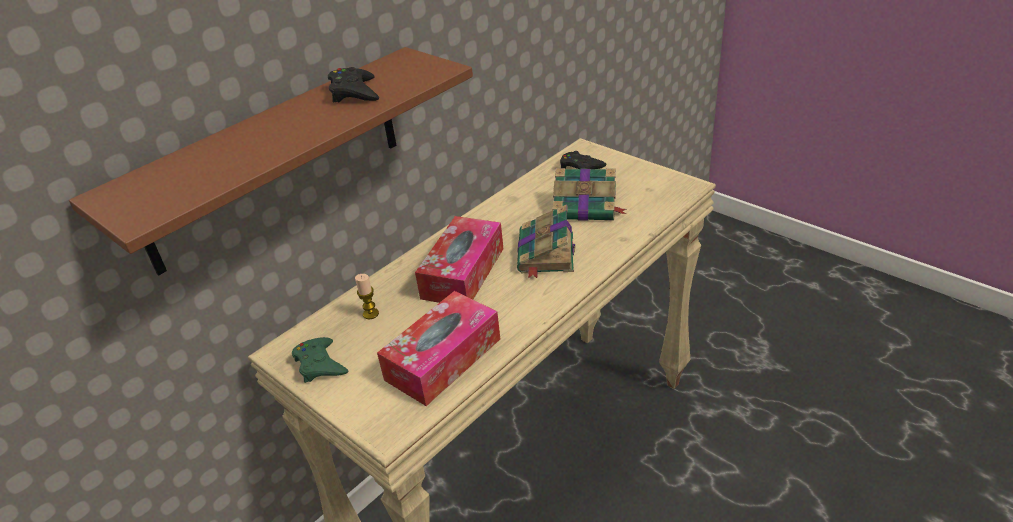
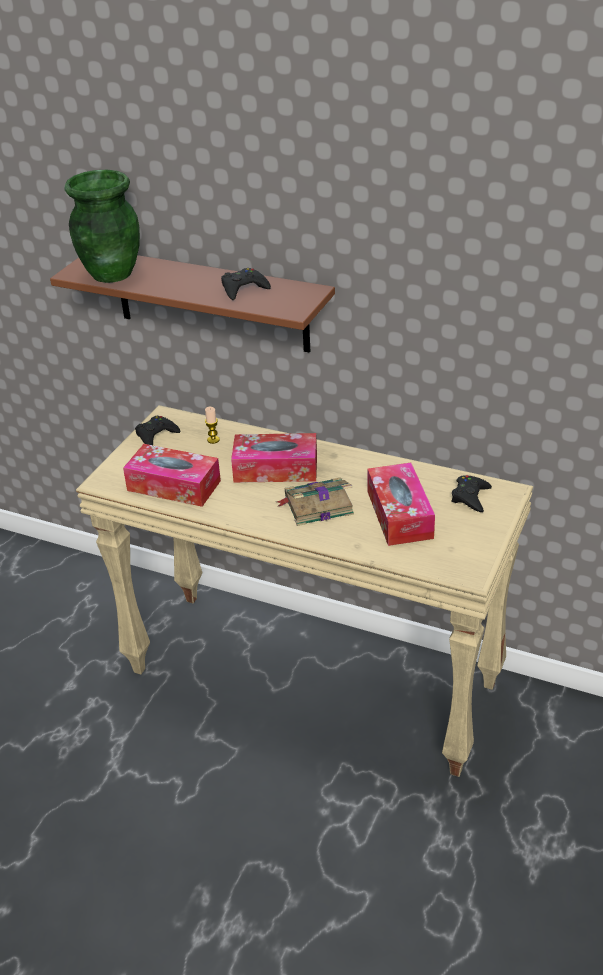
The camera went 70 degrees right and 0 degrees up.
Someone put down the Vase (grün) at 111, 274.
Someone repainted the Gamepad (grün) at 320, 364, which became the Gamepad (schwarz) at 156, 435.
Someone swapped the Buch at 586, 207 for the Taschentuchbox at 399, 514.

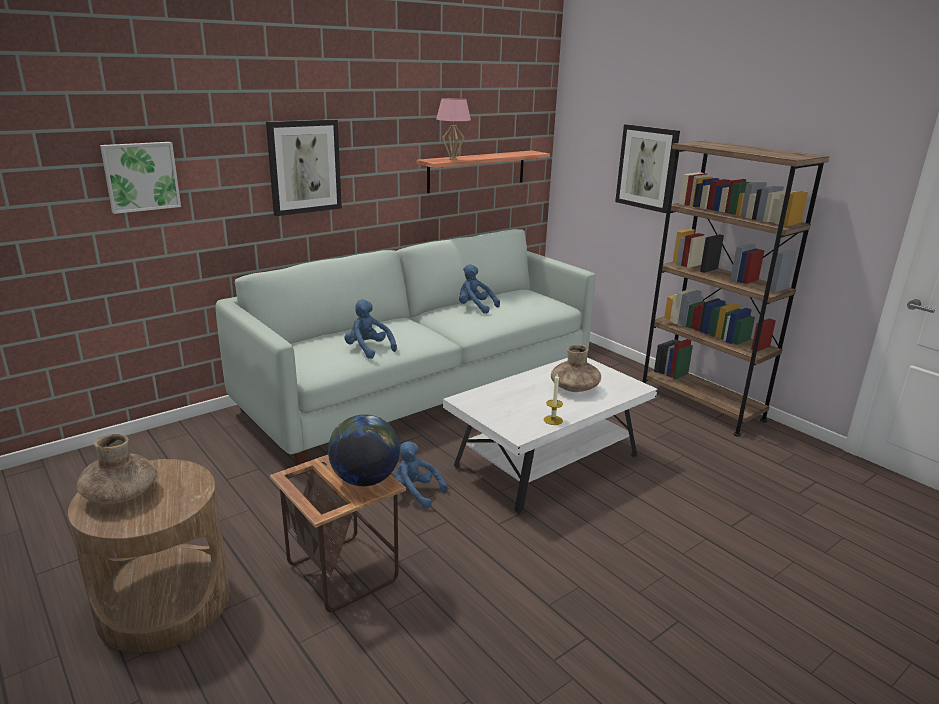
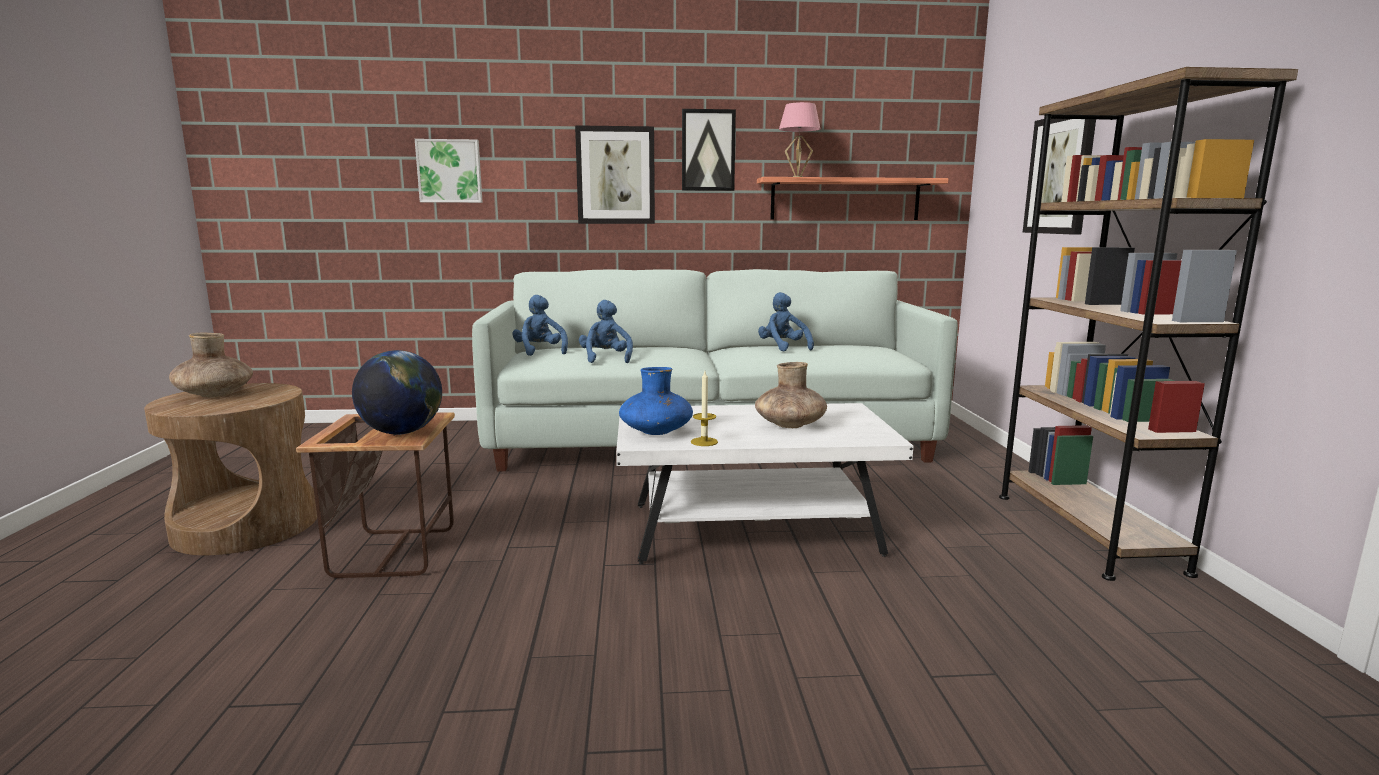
The camera went 35 degrees right and 10 degrees down.
Someone carried the Plüschtier (blau) from 415, 493 to 540, 352.
Someone put down the Vase (blau) at 655, 431.
Someone put up the Bild at 708, 150.

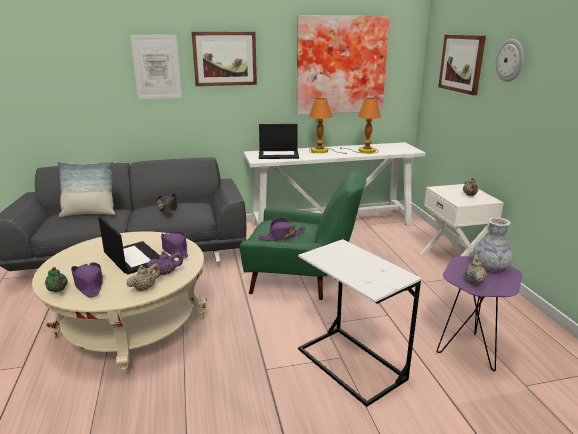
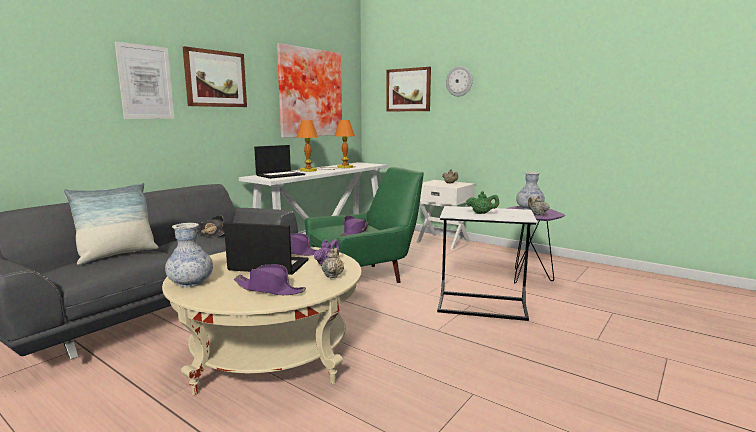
The camera went 40 degrees left and 10 degrees down.
Someone put down the Vase at 191, 283.
Someone carried the Teekanne (grün) from 58, 290 to 482, 213.

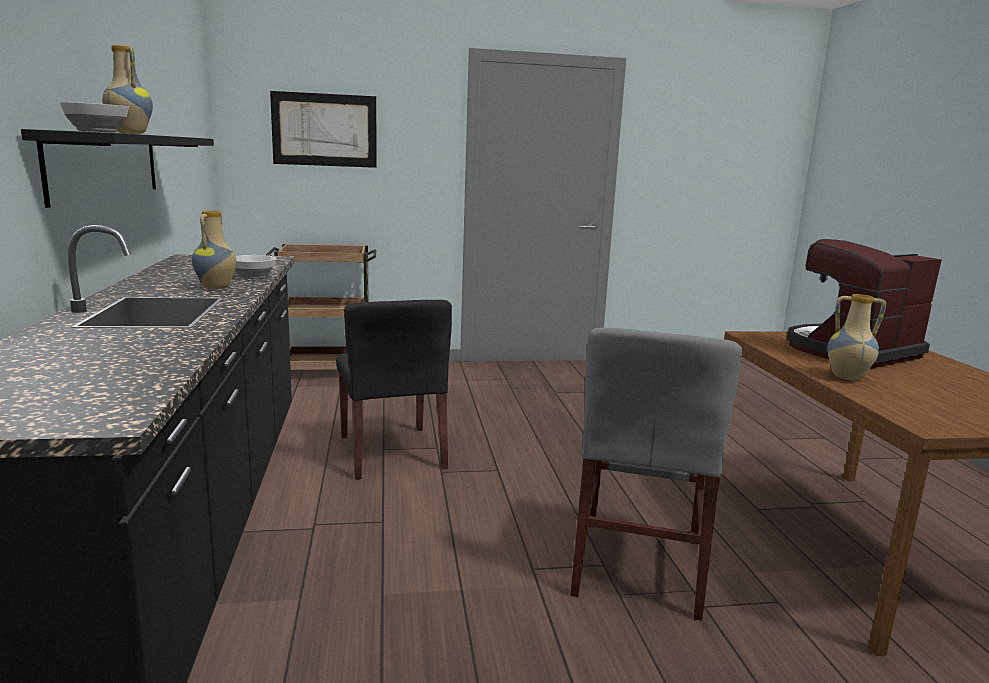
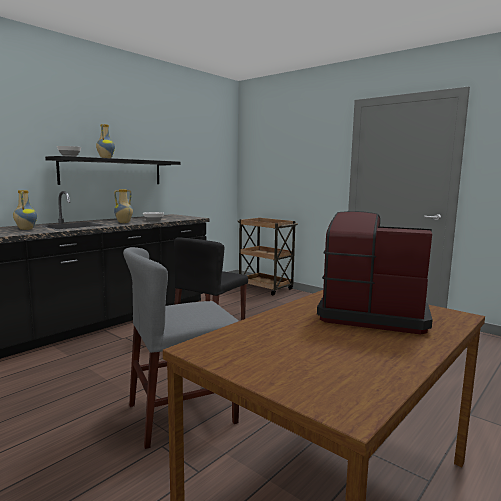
The camera went 50 degrees right and 5 degrees down.
Someone carried the Vase from 847, 378 to 25, 229.
Someone took away the Bild at 324, 130.

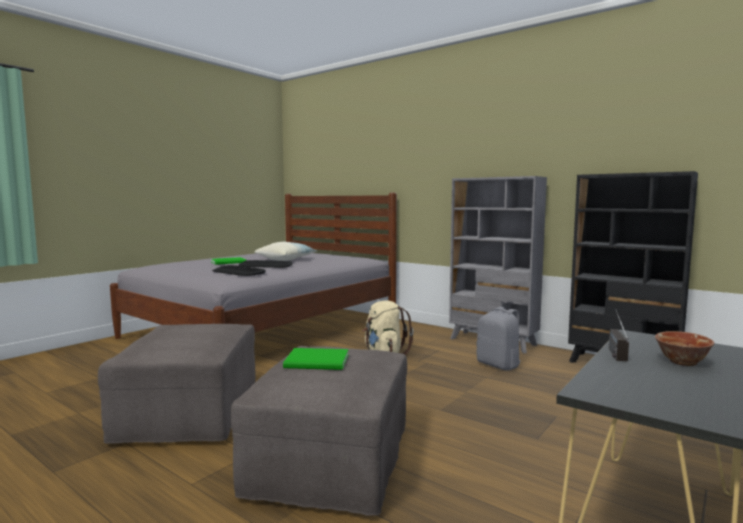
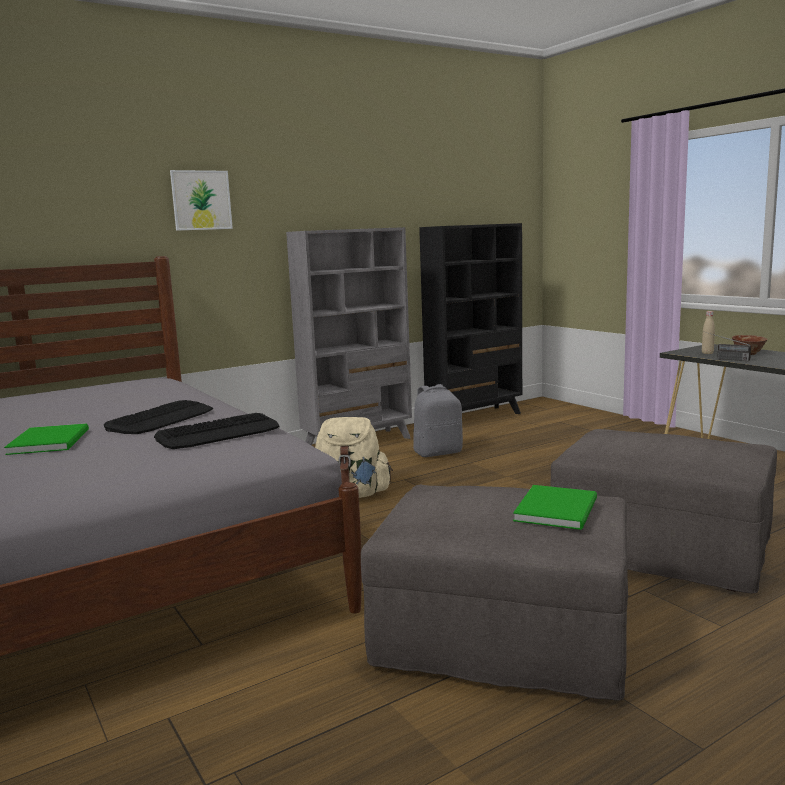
The camera went 70 degrees left and 5 degrees up.
Someone put up the Bild at 201, 200.
Someone carried the Buch (grün) from 318, 362 to 559, 509.
Someone put down the Flasche (beige) at 707, 353.
Someone took away the Kissen at 286, 259.

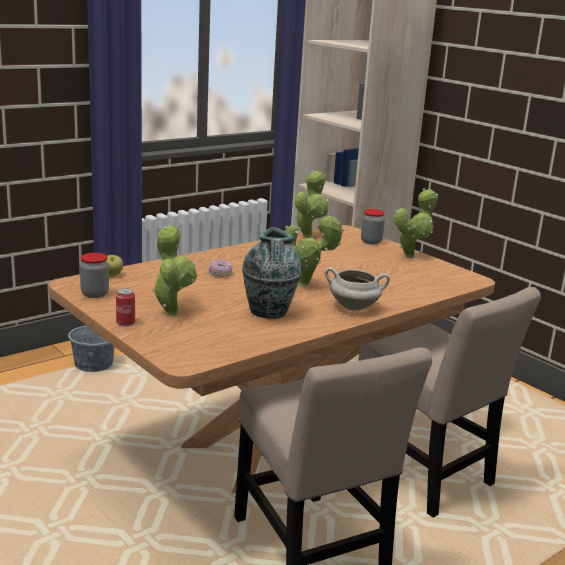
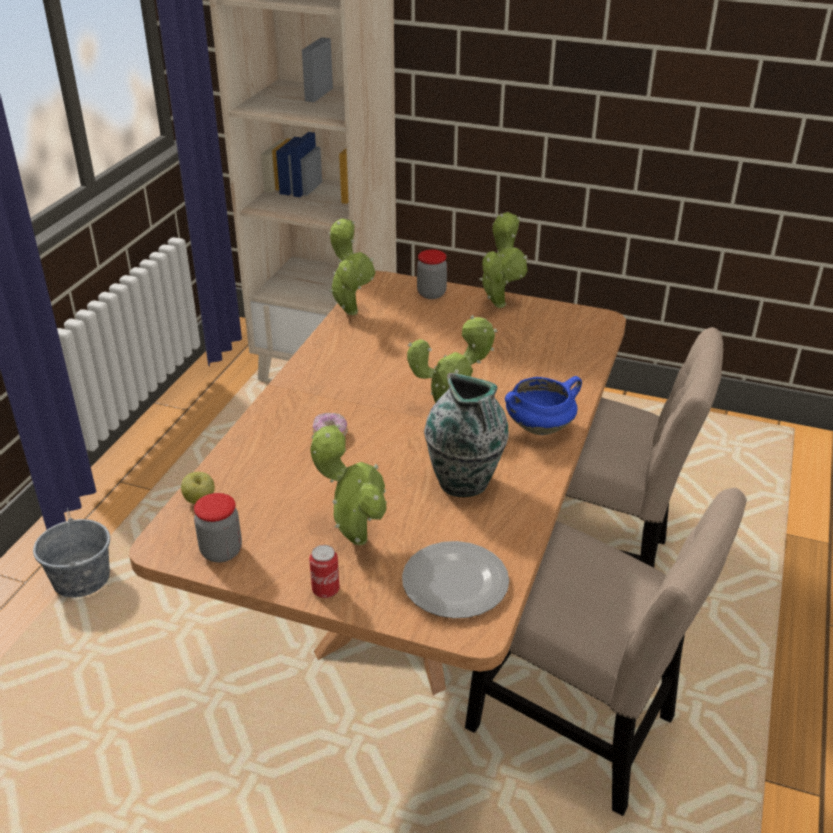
The camera went 30 degrees left and 15 degrees up.
Someone put down the Teller at 455, 581.
Someone repainted the Kochtopf (weiß) at 354, 307, which became the Kochtopf (blau) at 540, 427.

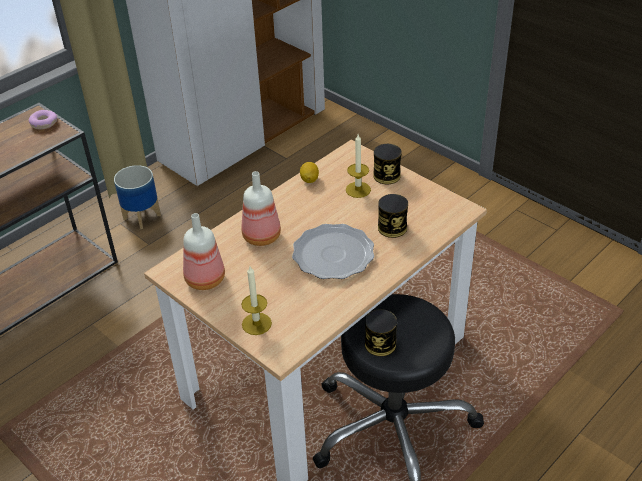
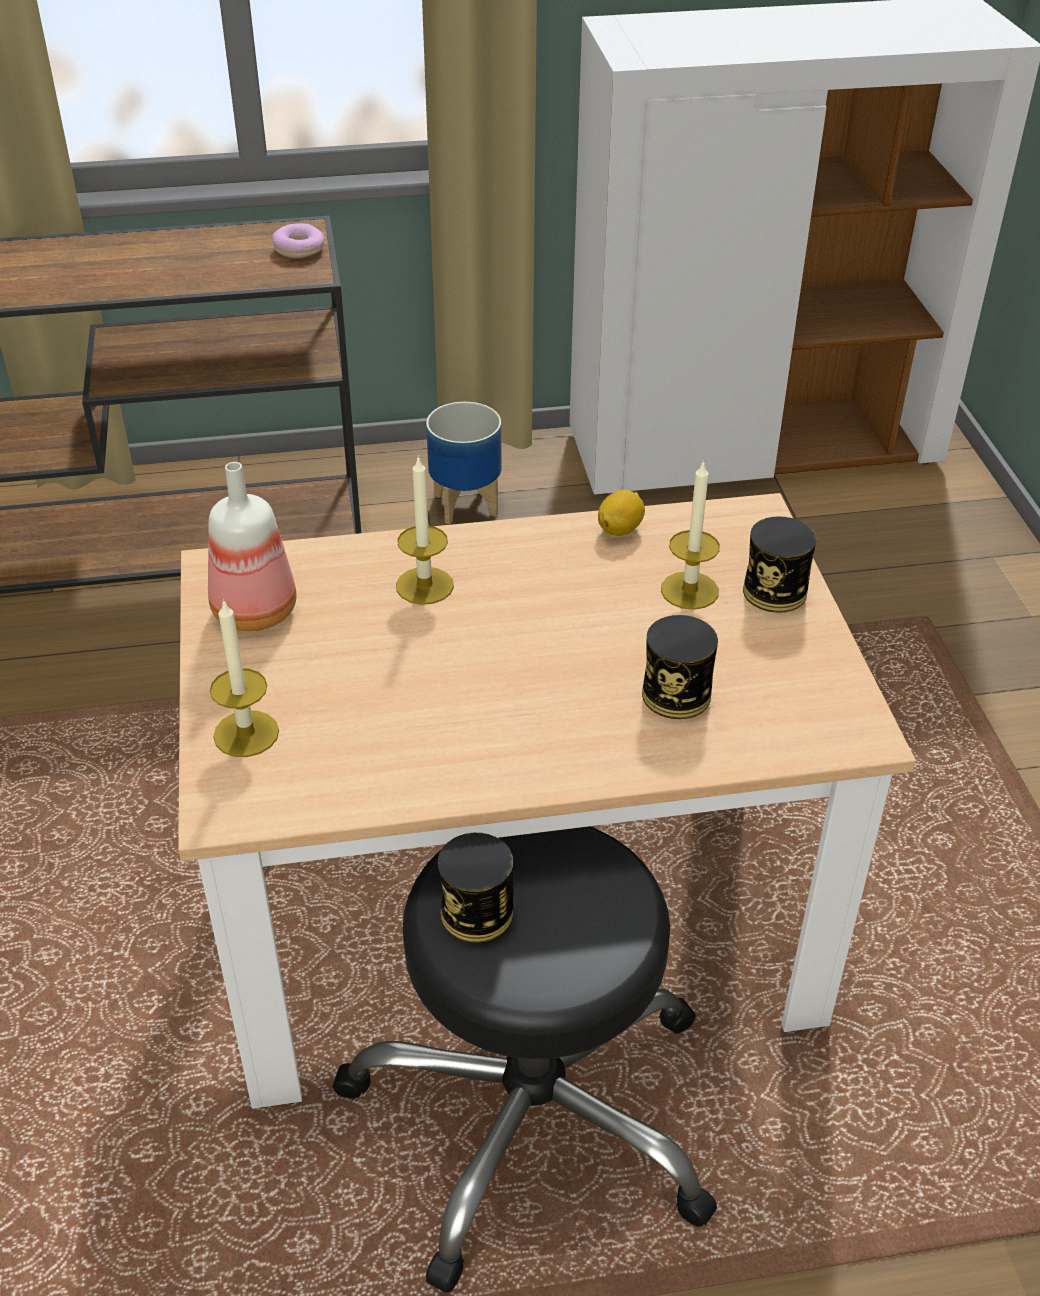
The camera went 35 degrees right and 0 degrees up.
Someone swapped the Flasche at 260, 236 for the Kerze at 424, 585.
Someone took away the Teller at 333, 254.

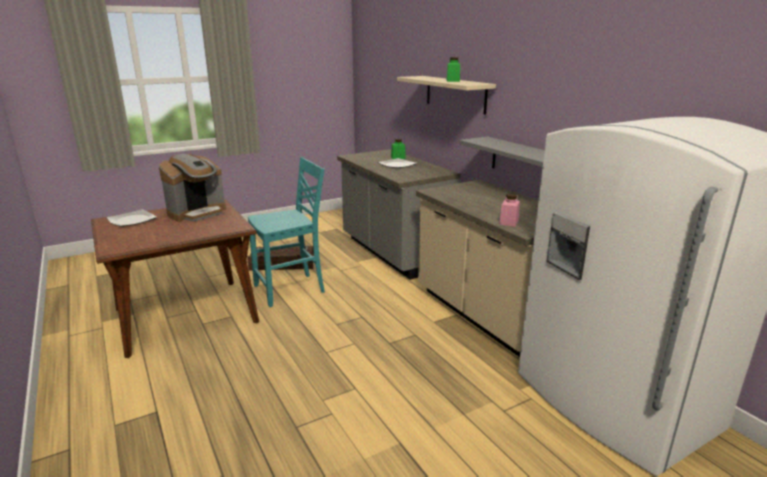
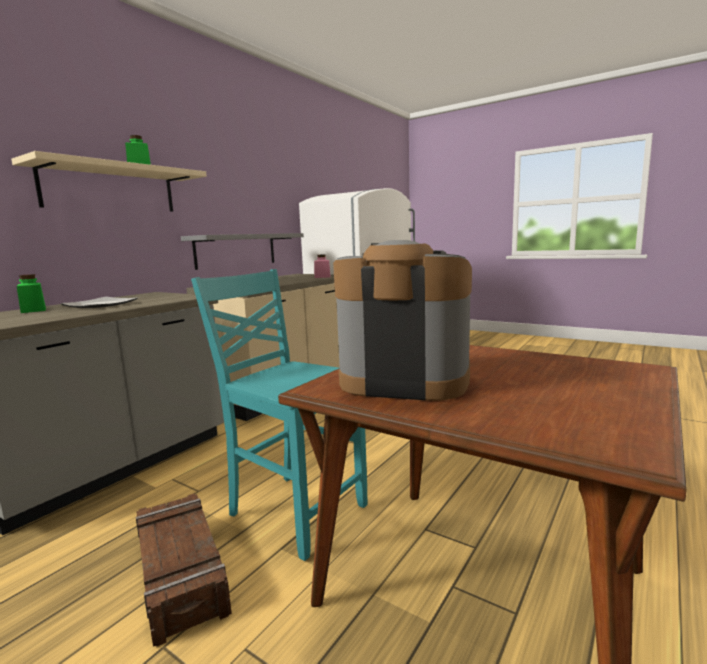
The camera went 115 degrees left and 10 degrees down.
Someone took away the Teller at 132, 220.

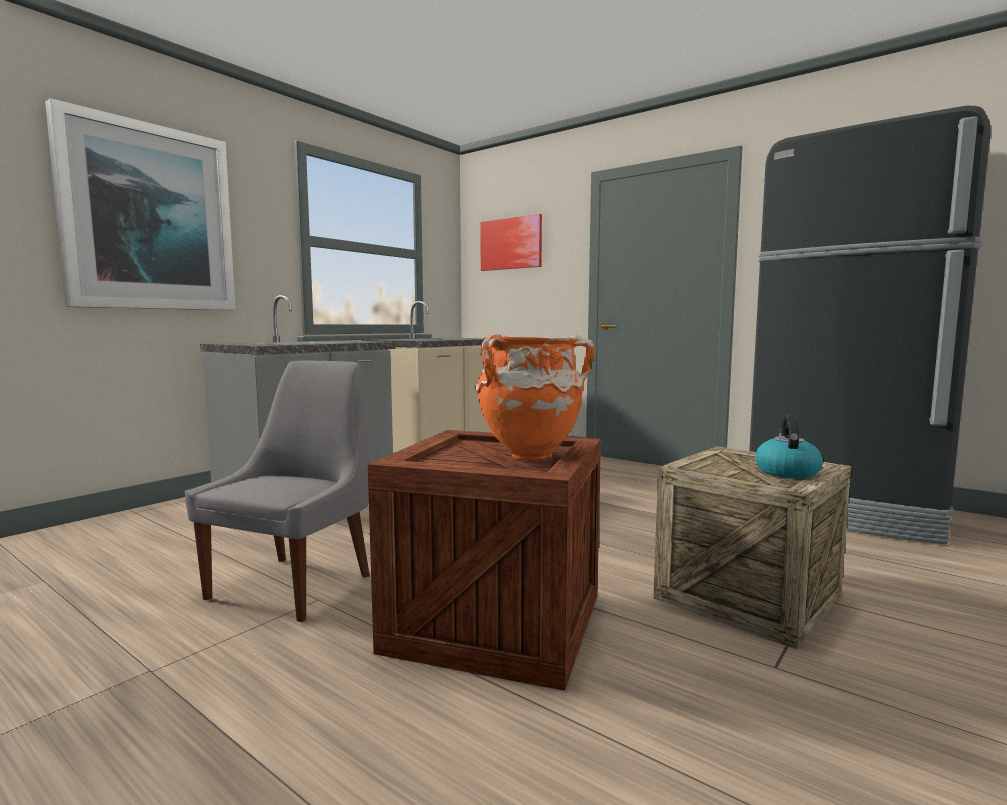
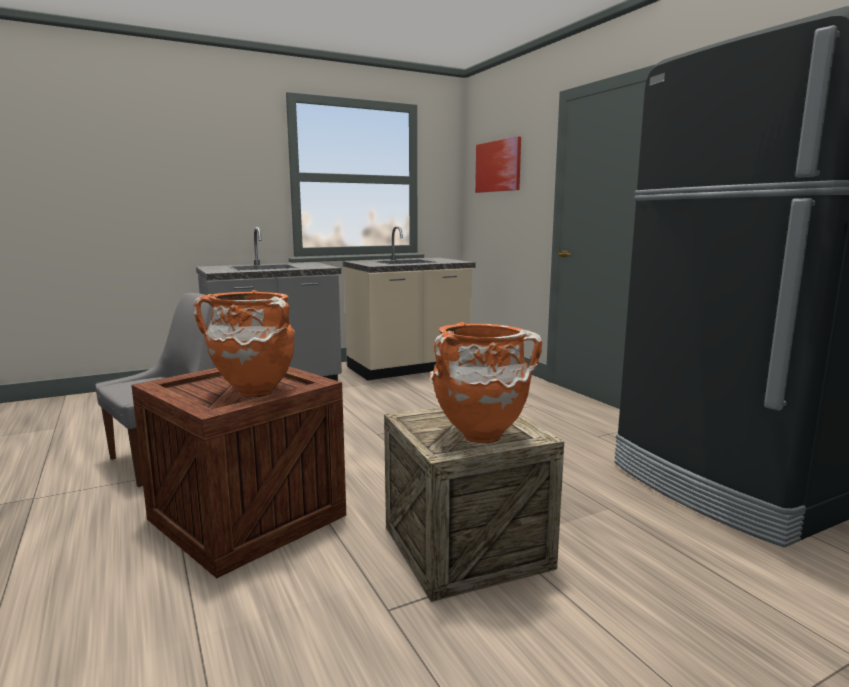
The camera went 25 degrees right and 5 degrees up.
Someone swapped the Wasserkessel at 786, 472 for the Vase (orange) at 478, 437.
Someone took away the Bild at 148, 218.

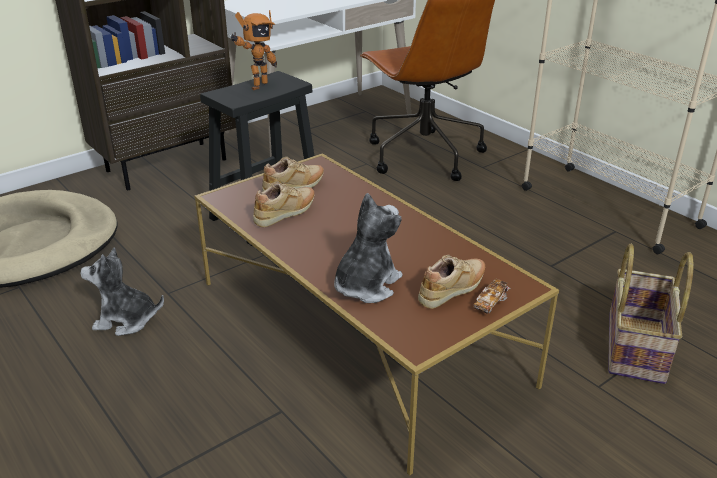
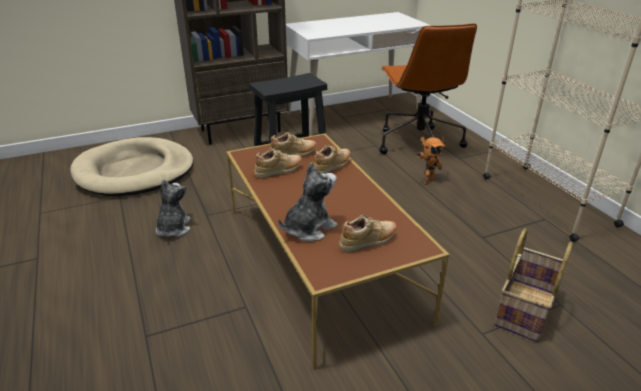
The camera went 15 degrees right and 0 degrees up.
Someone rotated the Plüschtier at 126, 320 by 75 degrees clockwise.
Someone put down the Schuh (beige) at 332, 167.
Someone carried the Spielzeugroboter from 257, 86 to 426, 181.
Someone took away the Spielzeugauto at 491, 303.

